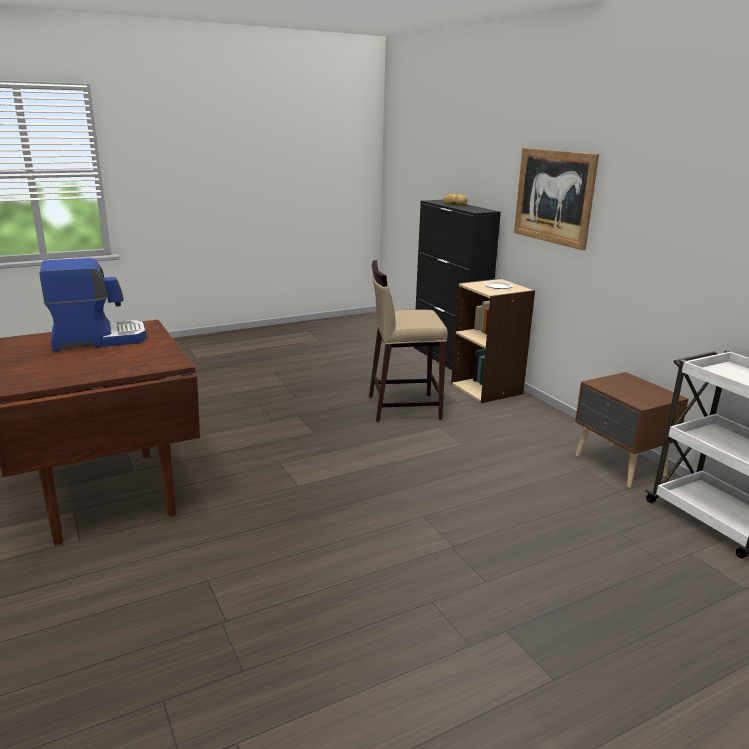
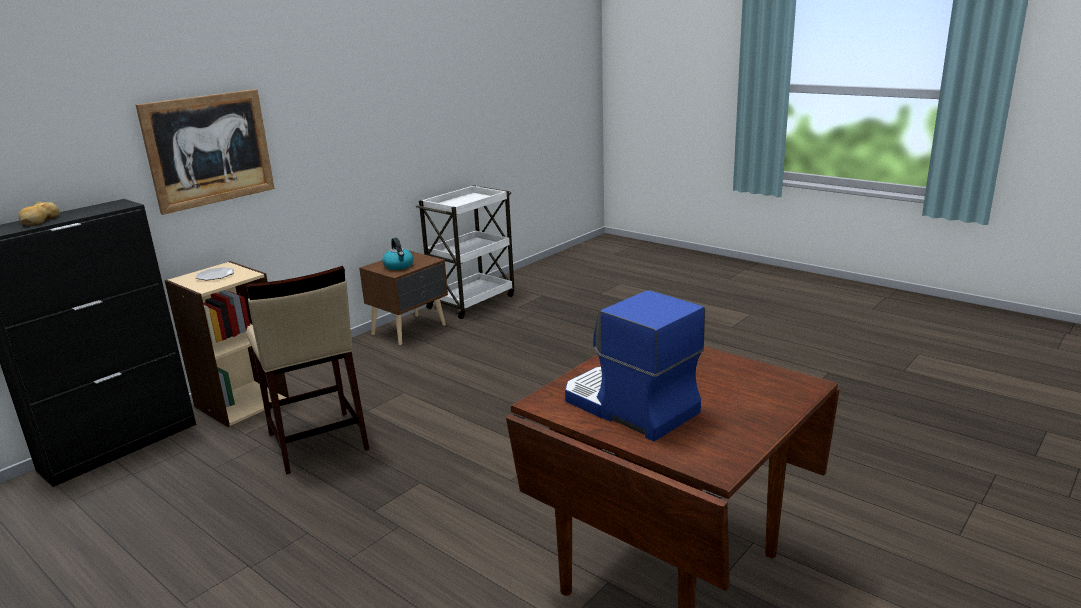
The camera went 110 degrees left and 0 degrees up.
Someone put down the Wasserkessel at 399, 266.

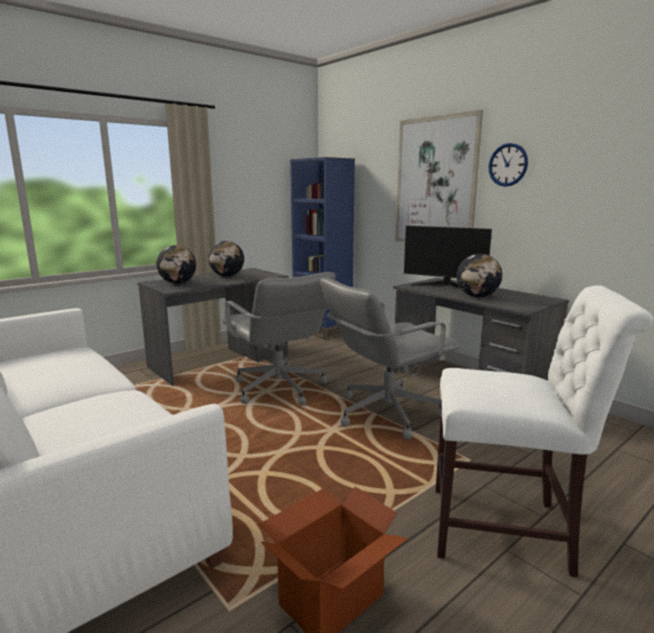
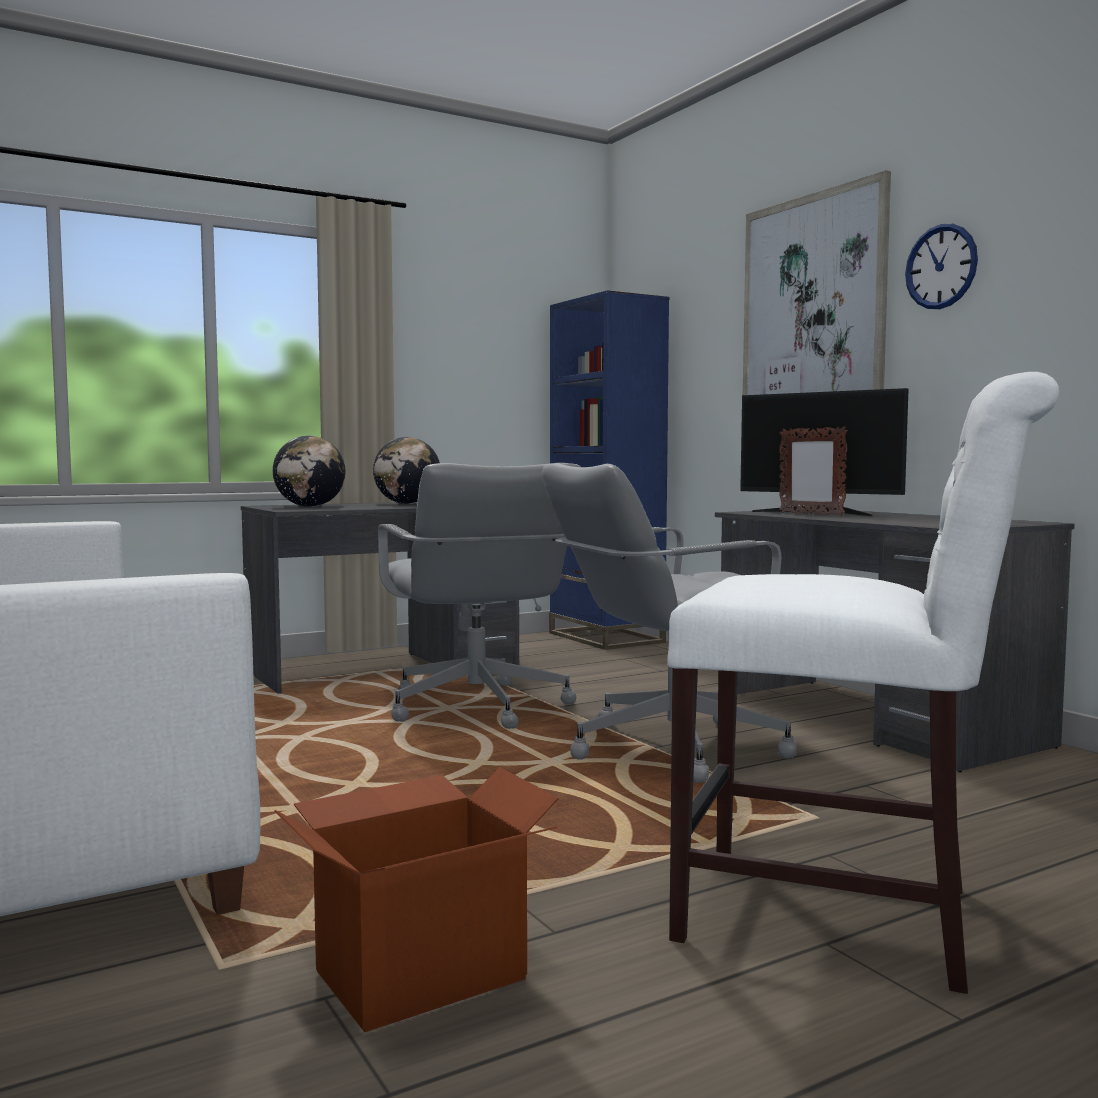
The camera went 10 degrees right and 10 degrees down.
Someone put down the Bilderrahmen at 811, 514.
Someone took away the Globus at 477, 296.

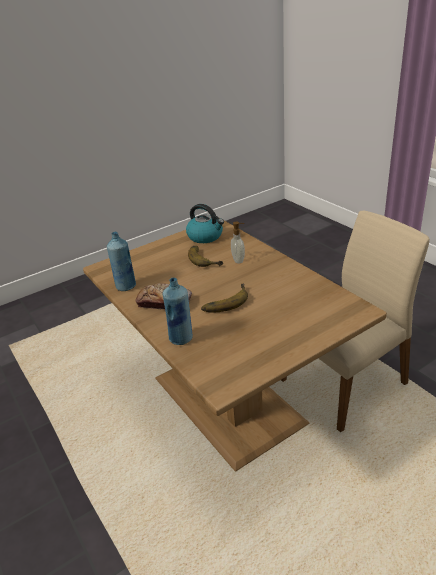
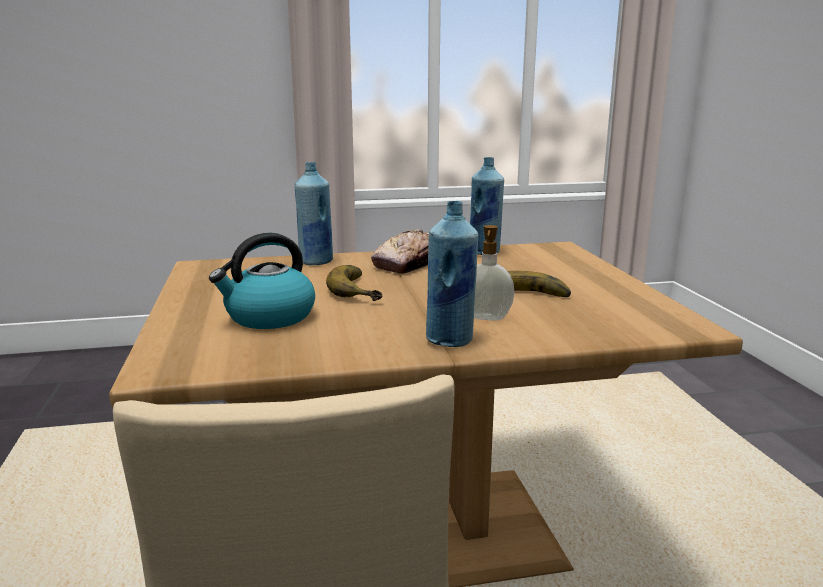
The camera went 110 degrees right and 15 degrees down.
Someone carried the Wasserkessel from 206, 236 to 269, 317.
Someone put down the Flasche (blau) at 450, 340.

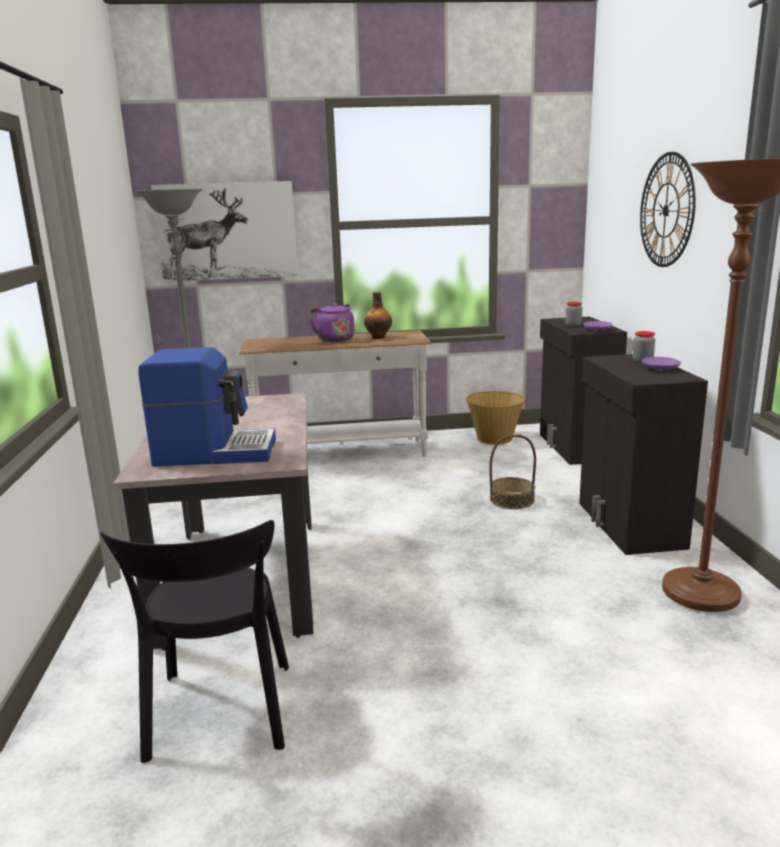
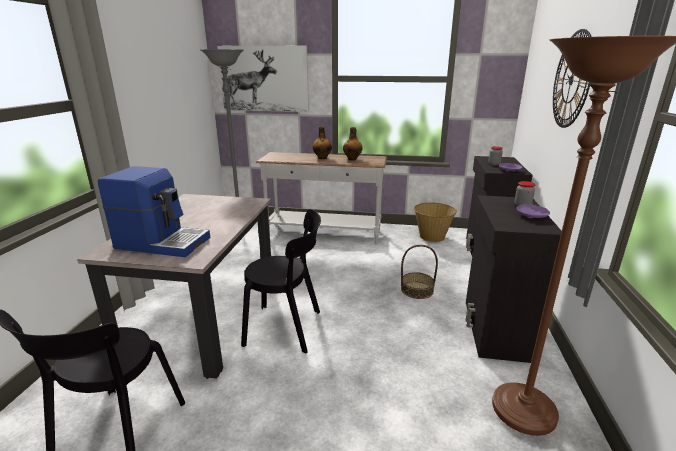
The camera went 15 degrees right and 5 degrees up.
Someone put down the Stuhl (schwarz) at 287, 328.
Someone swapped the Wasserkessel (lila) at 334, 339 for the Flasche at 322, 158.

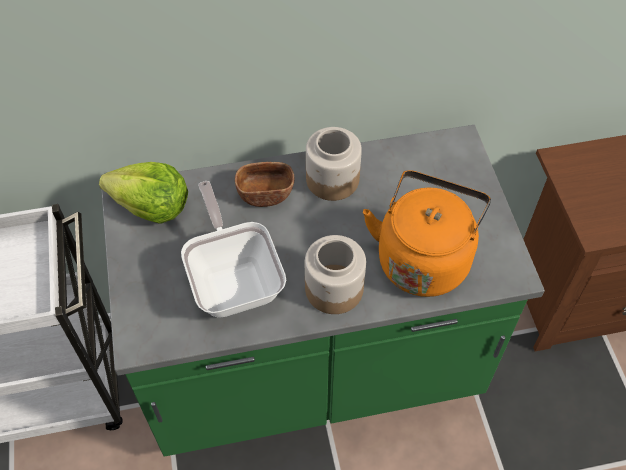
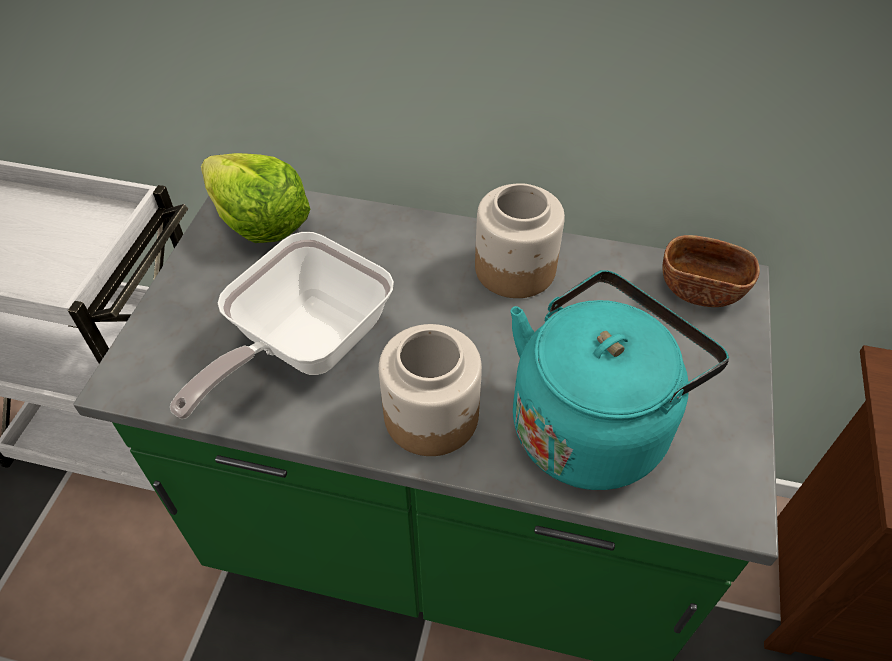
The camera went 25 degrees right and 5 degrees down.
Someone rotated the Pfanne at 234, 279 by 150 degrees counterclockwise.
Someone repainted the Wasserkessel (orange) at 423, 257, which became the Wasserkessel (türkis) at 593, 423.
Someone carried the Schüssel (braun) from 265, 193 to 701, 288.

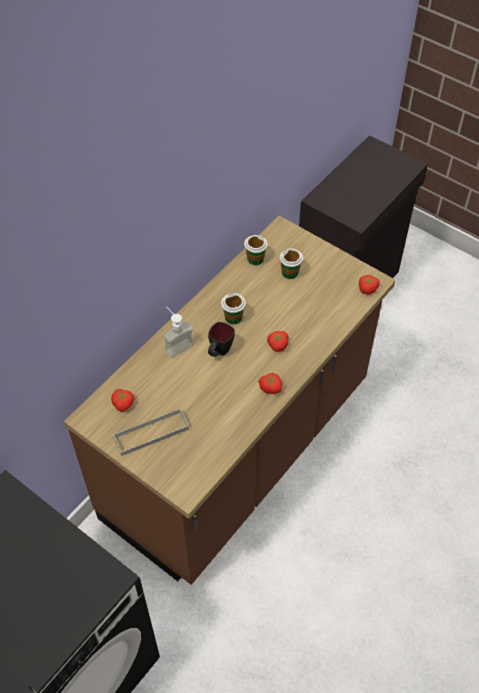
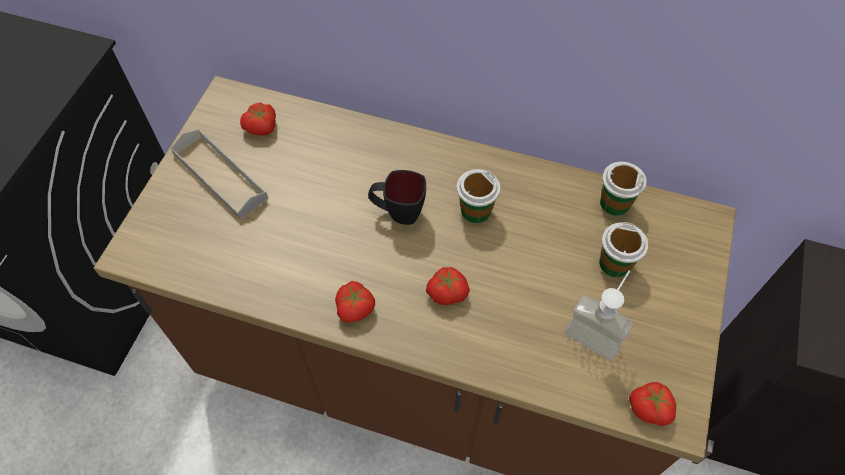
The camera went 70 degrees right and 5 degrees up.
Someone carried the Seifenspender from 176, 344 to 597, 330.

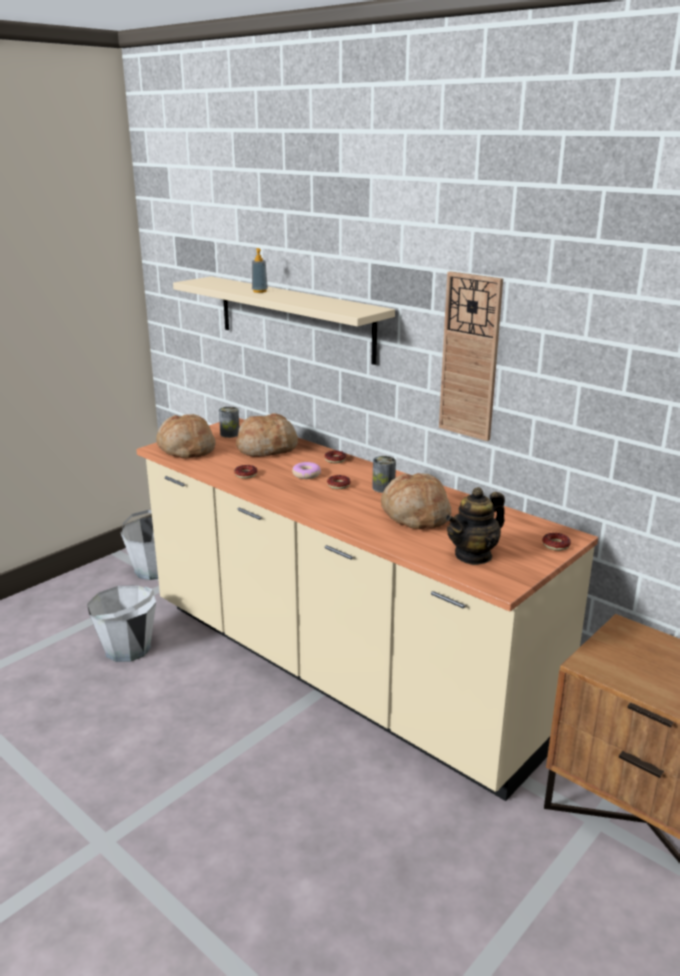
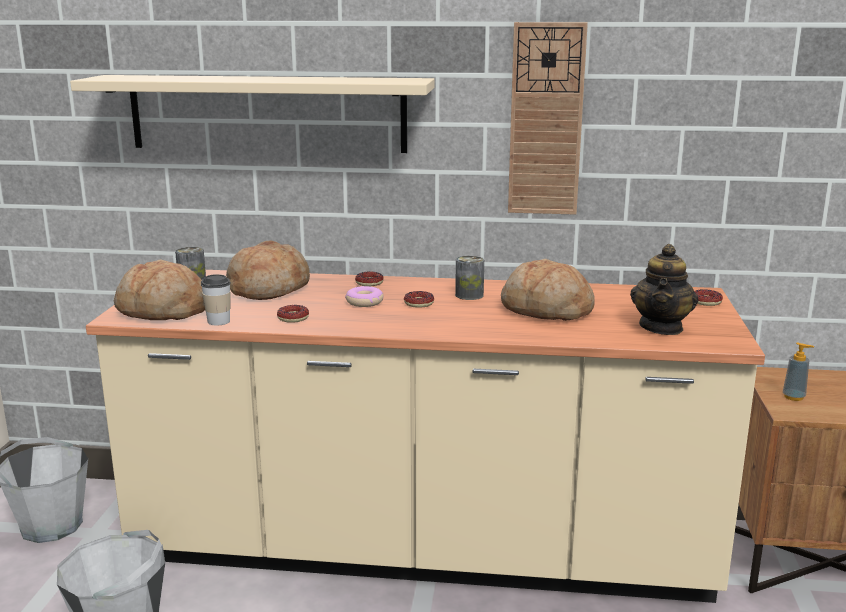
The camera went 35 degrees left and 5 degrees down.
Someone put down the Tasse at 218, 321.
Someone carried the Seifenspender from 259, 291 to 793, 397.

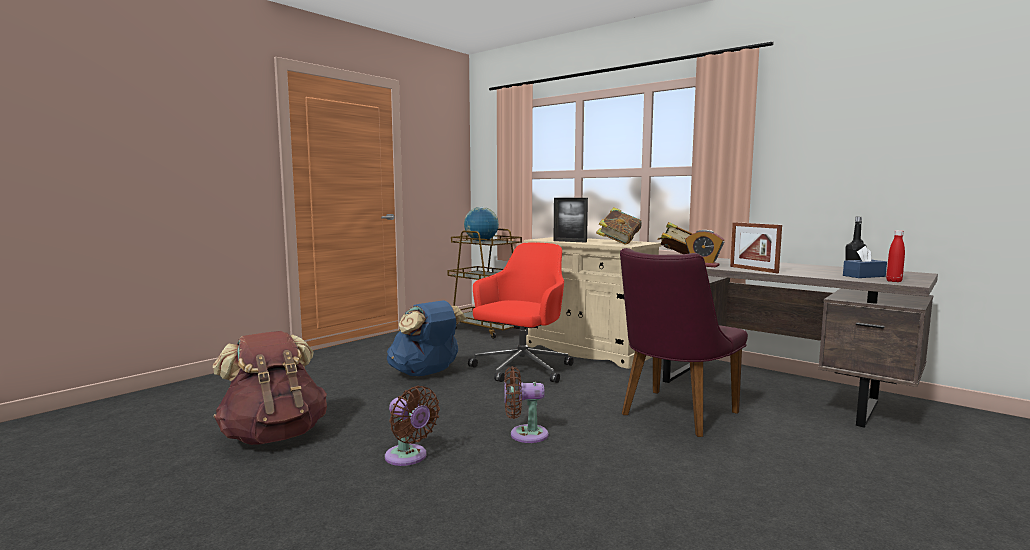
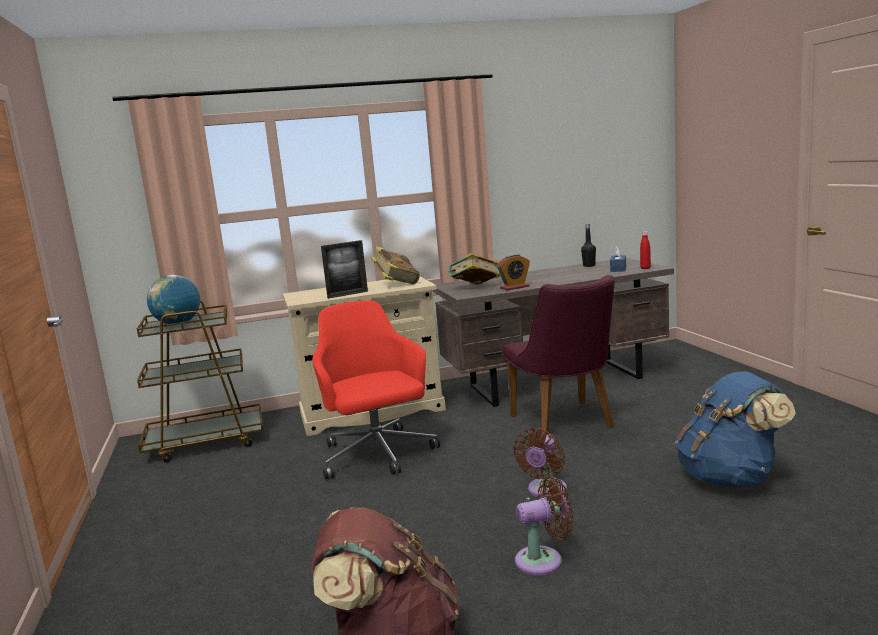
The camera went 55 degrees left and 5 degrees up.
Someone carried the Rucksack (blau) from 426, 373 to 730, 478.
Someone took away the Bilderrahmen at 753, 269.

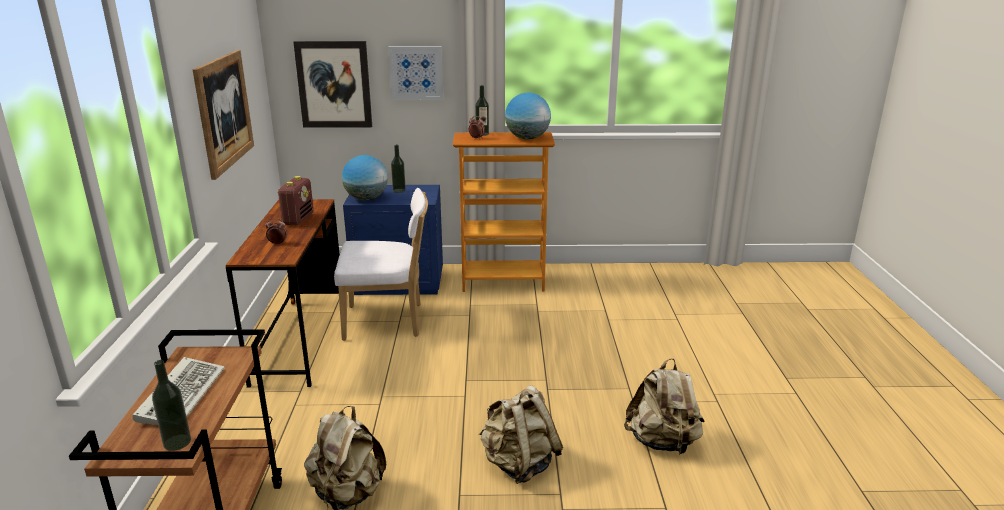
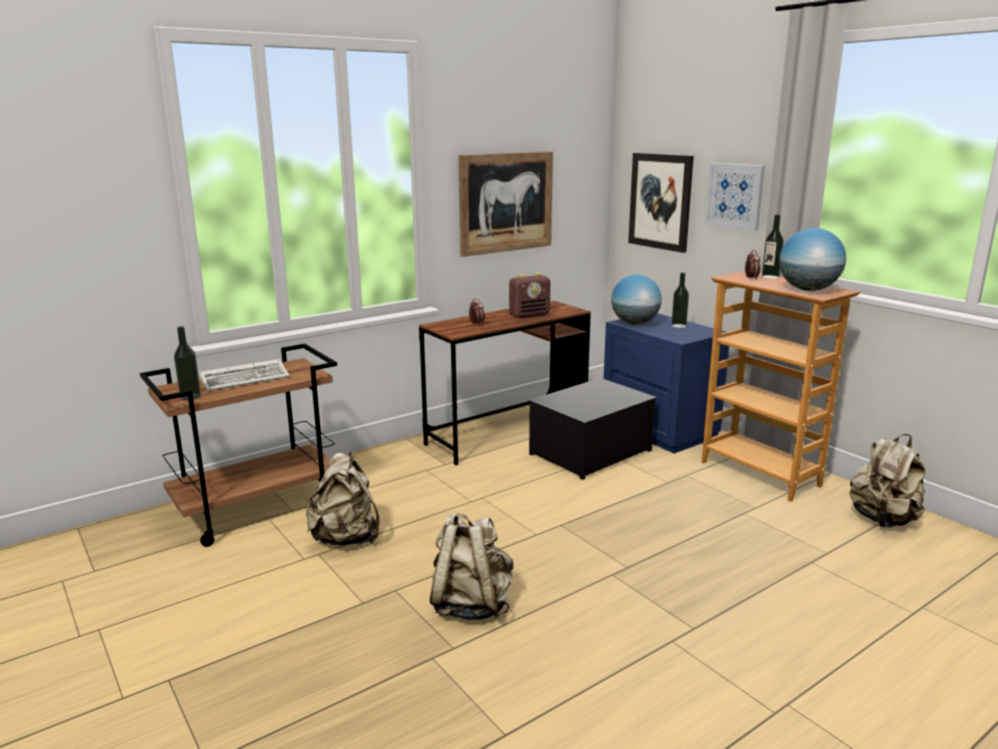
The camera went 55 degrees right and 5 degrees down.
Someone swapped the Stuhl (weiß) at 388, 321 for the Aufbewahrungsbox at 591, 453.
Someone carried the Rucksack (beige) from 662, 442 to 883, 520.

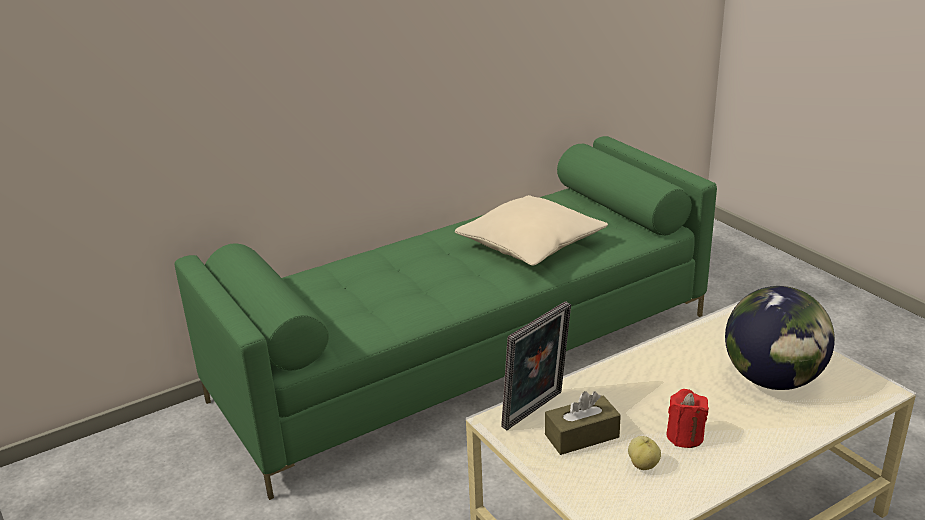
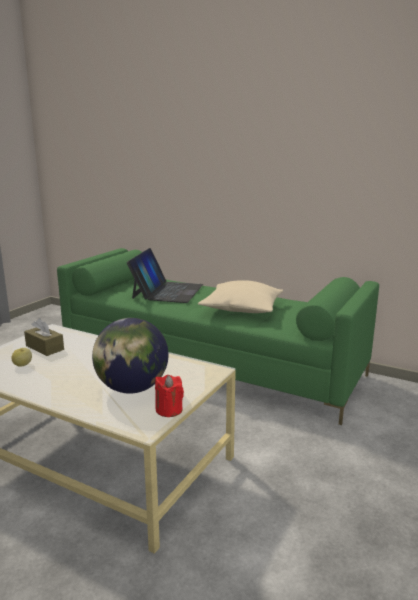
The camera went 60 degrees right and 10 degrees down.
Someone put down the Laptop at 167, 291.
Someone carried the Kerze (rot) from 685, 436 to 169, 410.
Someone took away the Bilderrahmen at 536, 411.

